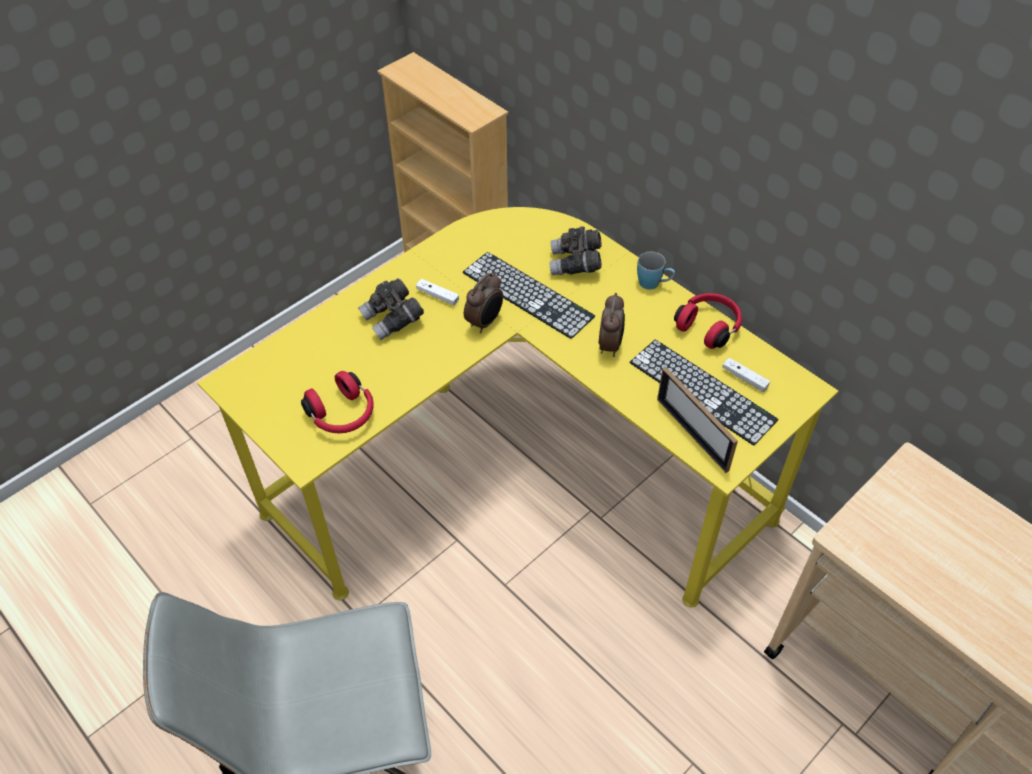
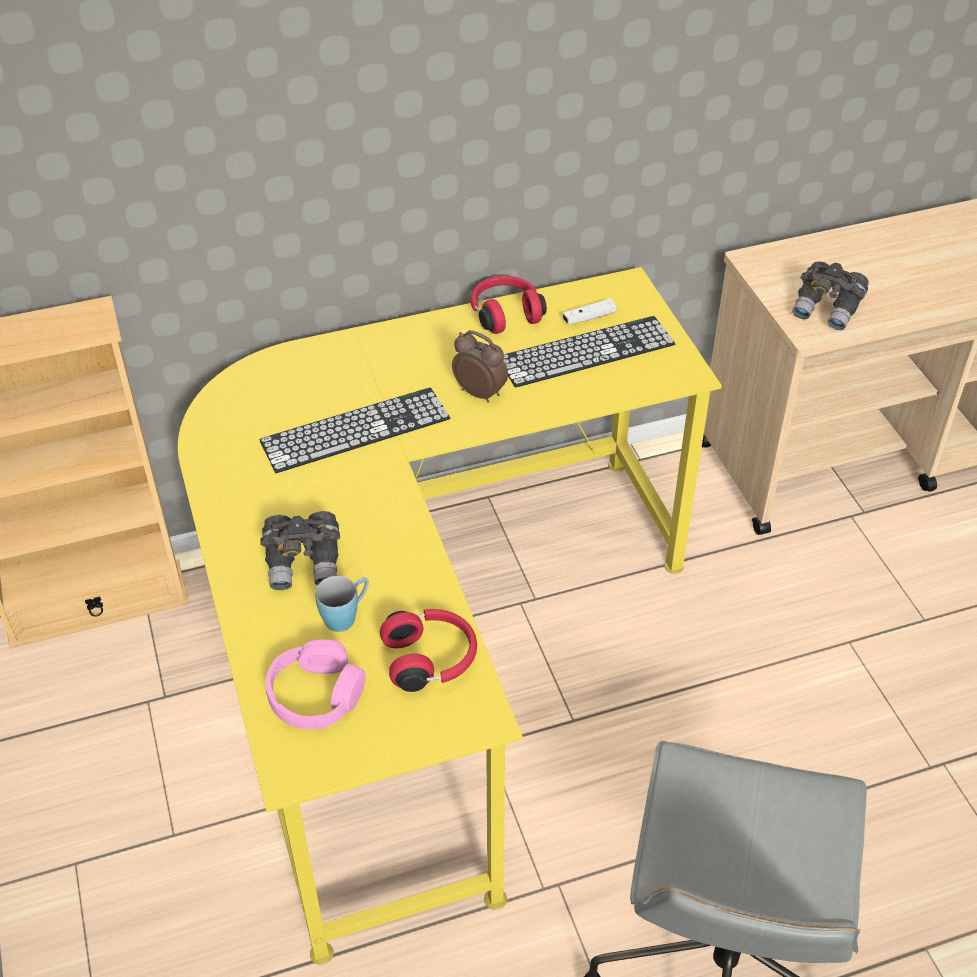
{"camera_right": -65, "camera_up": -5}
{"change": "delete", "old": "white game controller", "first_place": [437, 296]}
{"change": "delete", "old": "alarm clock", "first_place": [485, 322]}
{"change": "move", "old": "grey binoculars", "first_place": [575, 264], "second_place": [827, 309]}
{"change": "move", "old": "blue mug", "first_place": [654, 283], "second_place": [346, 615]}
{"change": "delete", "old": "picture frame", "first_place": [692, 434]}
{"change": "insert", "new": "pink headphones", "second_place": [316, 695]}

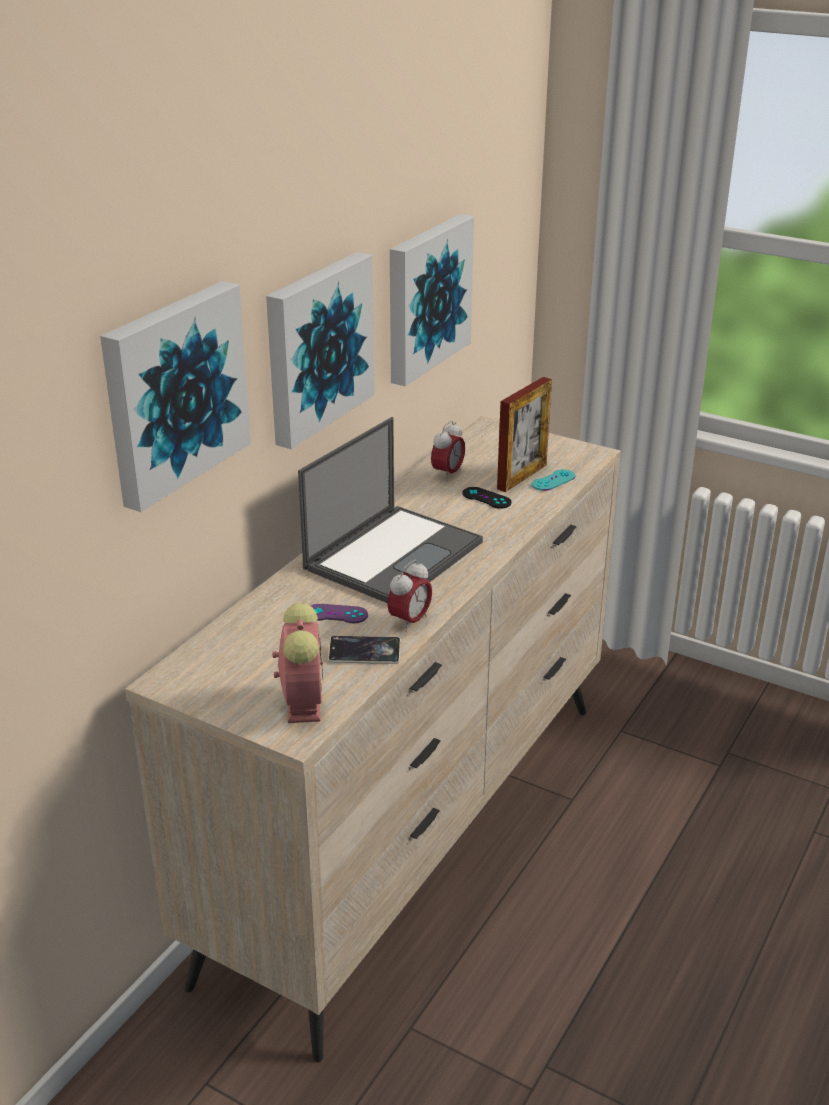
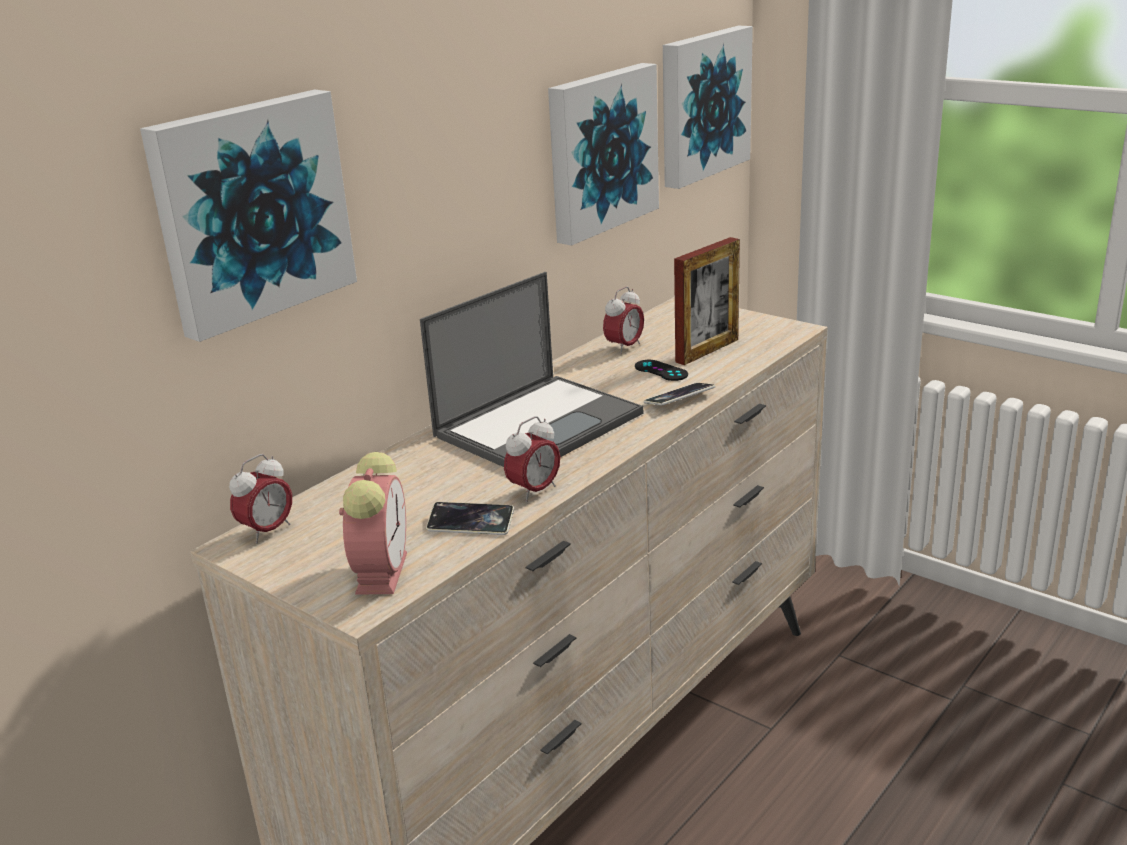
{"camera_right": 10, "camera_up": -5}
{"change": "move", "old": "picture", "first_place": [316, 347], "second_place": [701, 105]}
{"change": "delete", "old": "purple game controller", "first_place": [336, 614]}
{"change": "delete", "old": "turquoise game controller", "first_place": [553, 480]}
{"change": "insert", "new": "alarm clock", "second_place": [267, 531]}
{"change": "insert", "new": "phone", "second_place": [679, 398]}

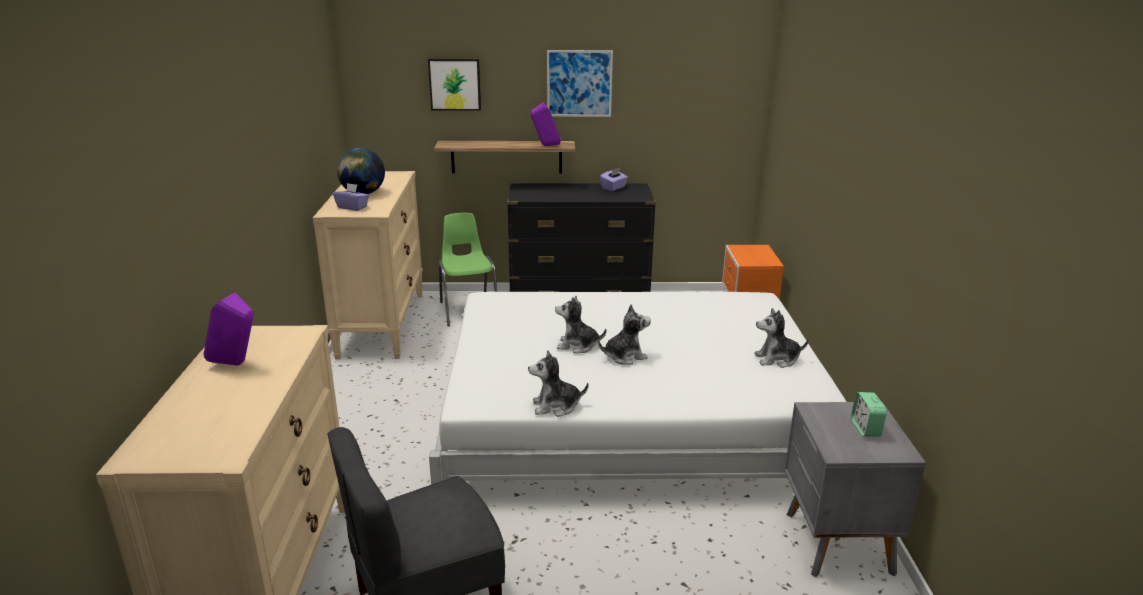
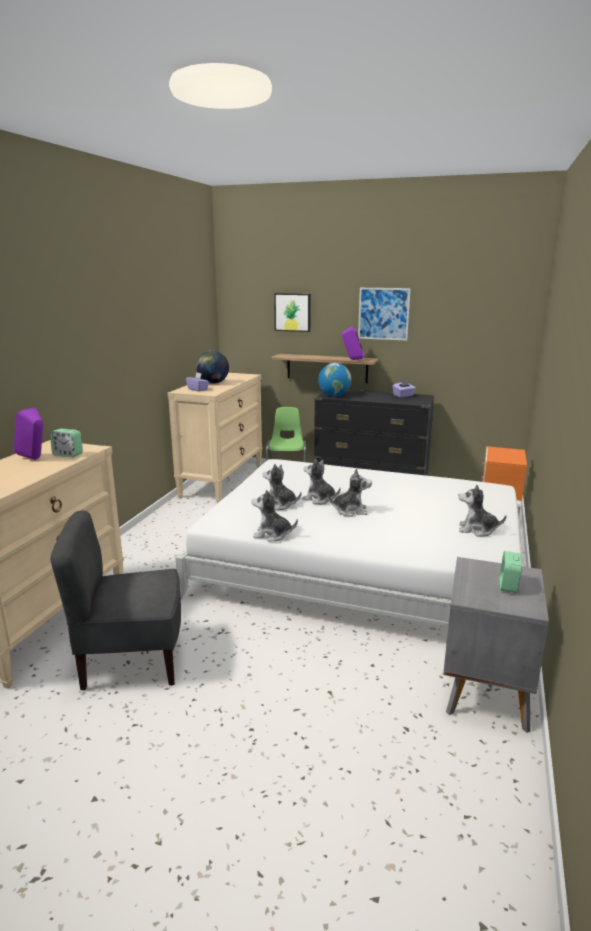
{"camera_right": 20, "camera_up": -5}
{"change": "insert", "new": "alarm clock", "second_place": [68, 454]}
{"change": "insert", "new": "plush toy", "second_place": [280, 505]}
{"change": "insert", "new": "globe", "second_place": [334, 396]}

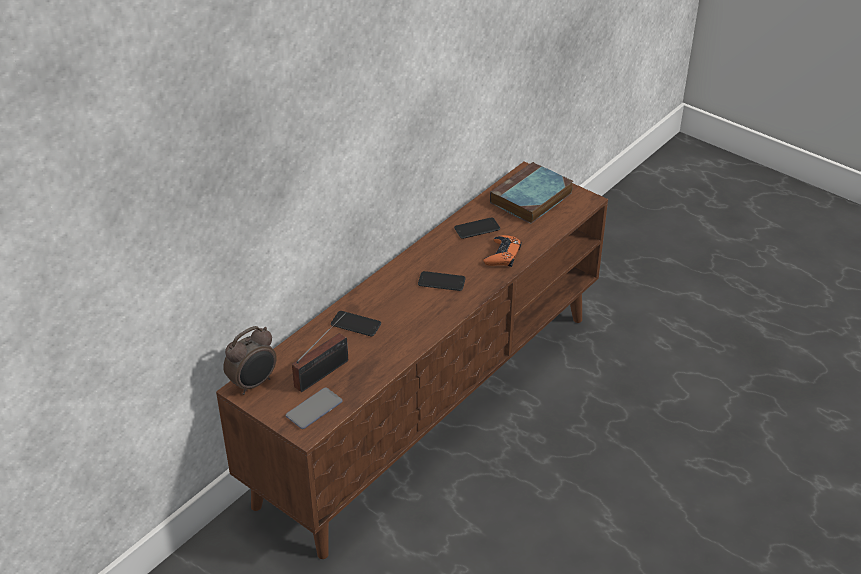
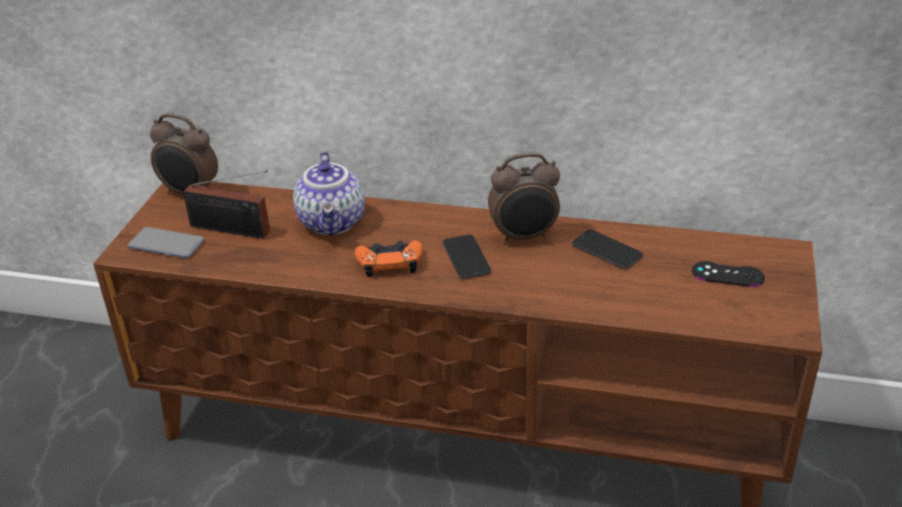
{"camera_right": 65, "camera_up": -5}
{"change": "replace", "old": "phone", "new": "teapot", "first_place": [356, 324], "second_place": [333, 223]}
{"change": "move", "old": "orange game controller", "first_place": [502, 255], "second_place": [389, 262]}
{"change": "replace", "old": "book", "new": "black game controller", "first_place": [530, 199], "second_place": [727, 274]}
{"change": "insert", "new": "alarm clock", "second_place": [524, 237]}

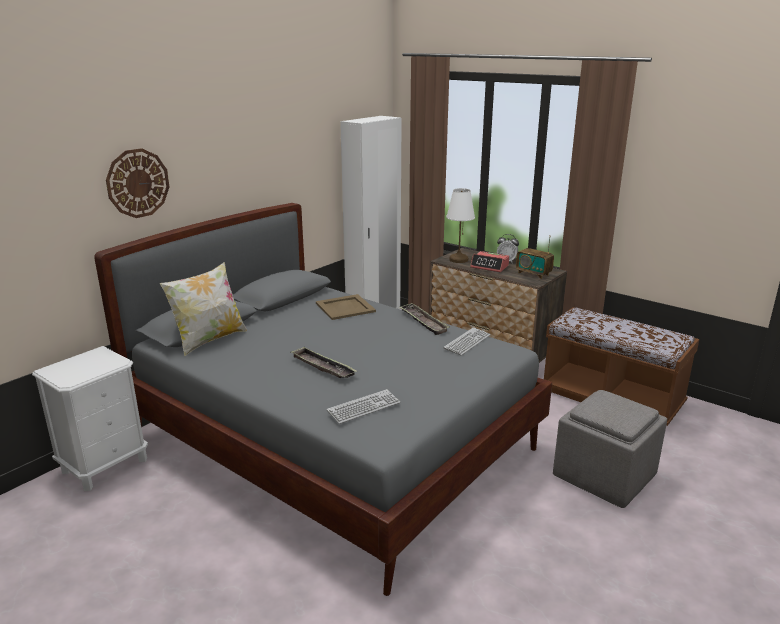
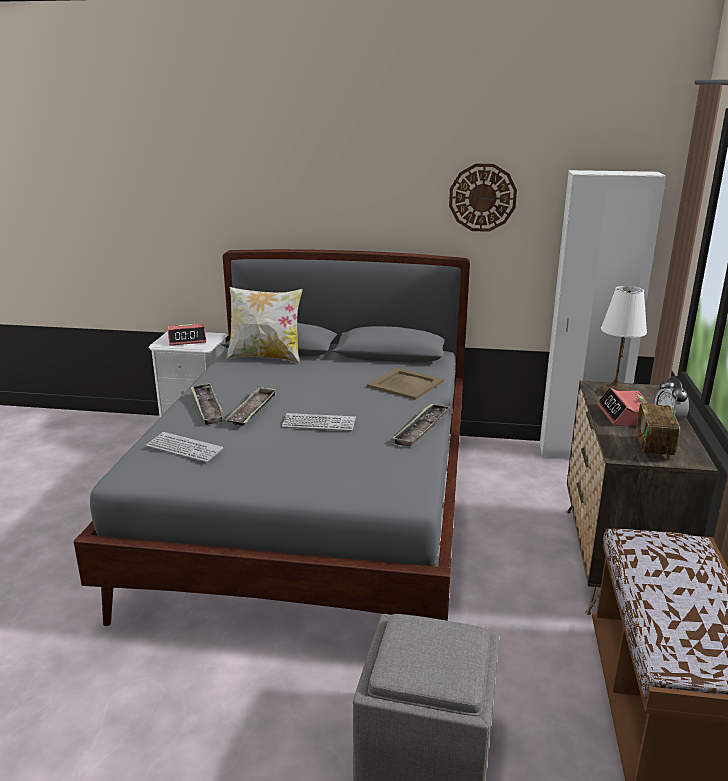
{"camera_right": 60, "camera_up": 0}
{"change": "move", "old": "wall clock", "first_place": [138, 183], "second_place": [482, 197]}
{"change": "move", "old": "keyboard", "first_place": [467, 342], "second_place": [319, 423]}
{"change": "insert", "new": "alarm clock", "second_place": [187, 340]}
{"change": "insert", "new": "tray", "second_place": [207, 407]}

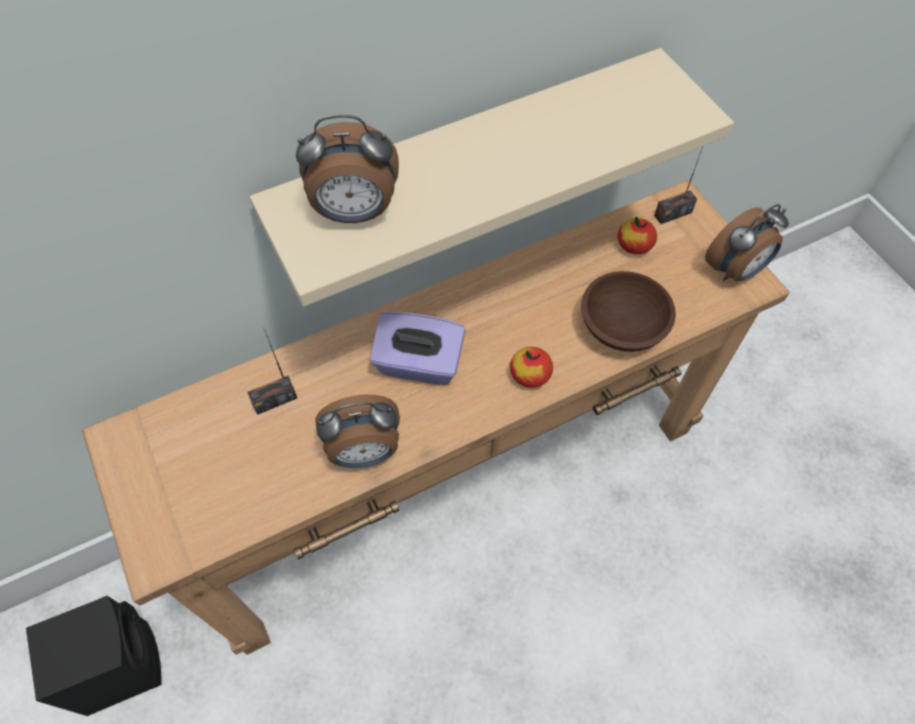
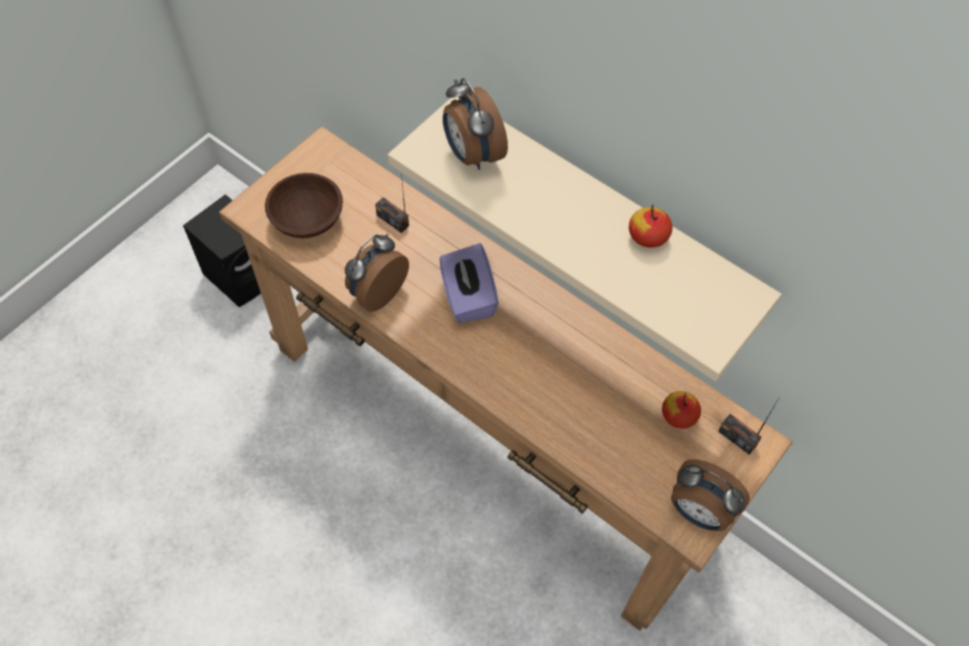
{"camera_right": 65, "camera_up": 0}
{"change": "rotate", "old": "alarm clock", "first_place": [364, 452], "second_place": [376, 292], "degrees": 75}
{"change": "move", "old": "apple", "first_place": [530, 375], "second_place": [648, 236]}
{"change": "move", "old": "brown bowl", "first_place": [621, 325], "second_place": [308, 218]}

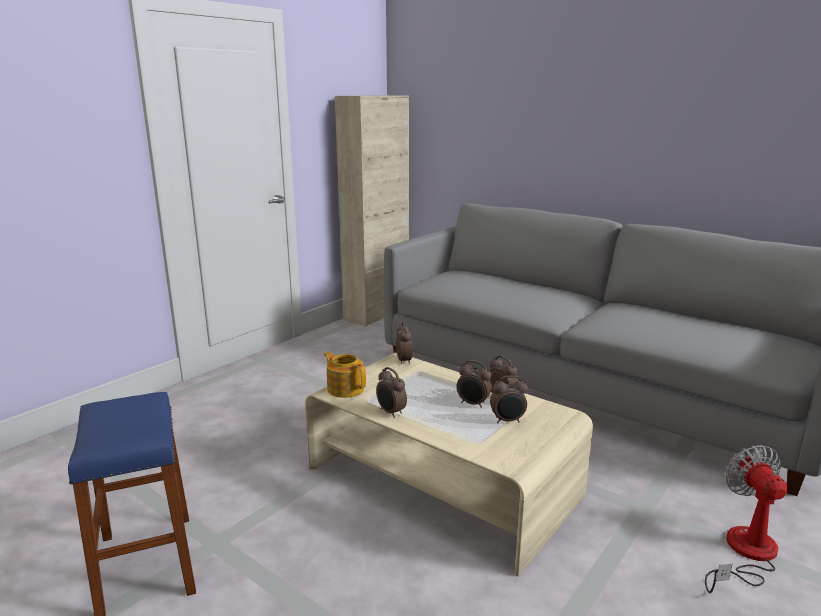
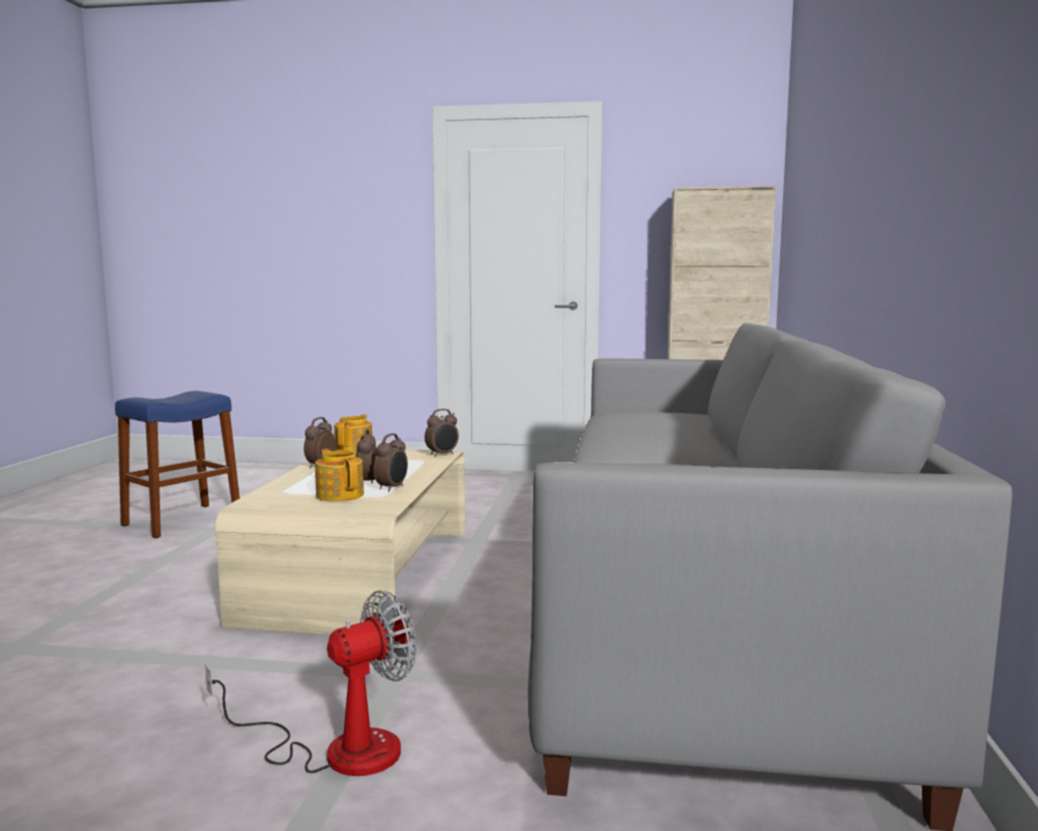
{"camera_right": 60, "camera_up": -10}
{"change": "replace", "old": "alarm clock", "new": "teapot", "first_place": [508, 421], "second_place": [340, 495]}

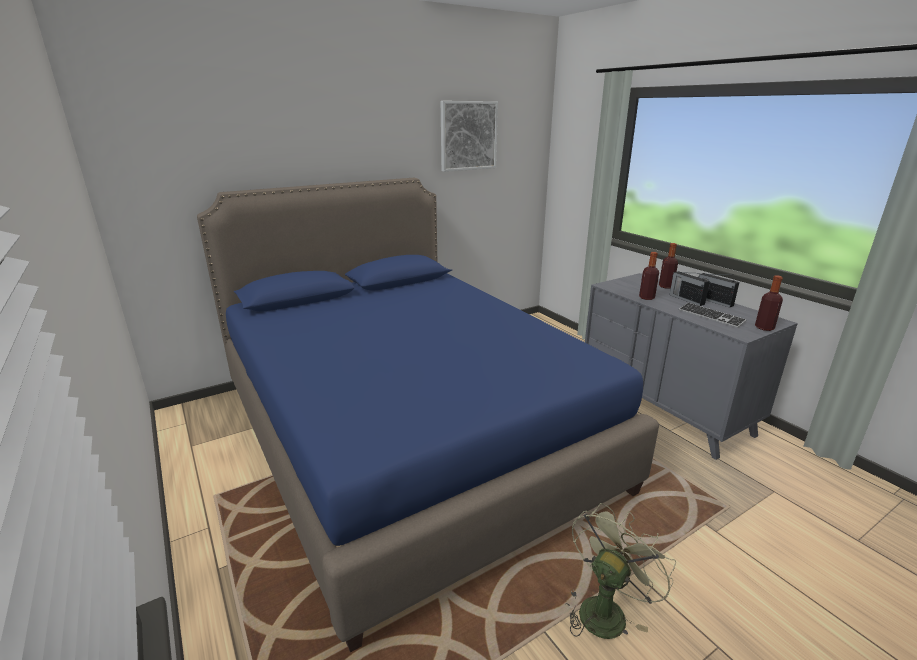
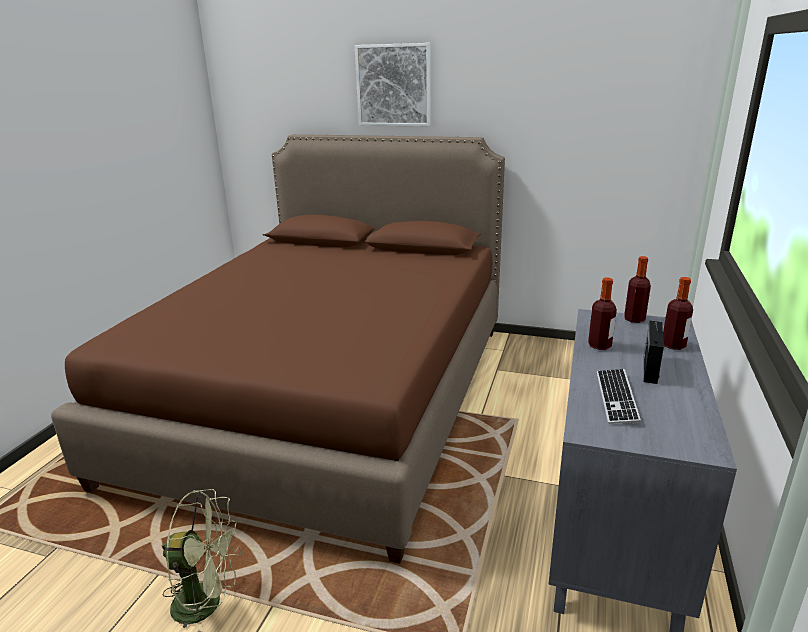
{"camera_right": 50, "camera_up": 0}
{"change": "recolor", "old": "blue bed", "new": "brown bed", "first_place": [407, 435], "second_place": [330, 396]}
{"change": "move", "old": "picture", "first_place": [468, 136], "second_place": [394, 85]}
{"change": "delete", "old": "radio", "first_place": [713, 301]}
{"change": "move", "old": "bottle", "first_place": [764, 328], "second_place": [634, 319]}

